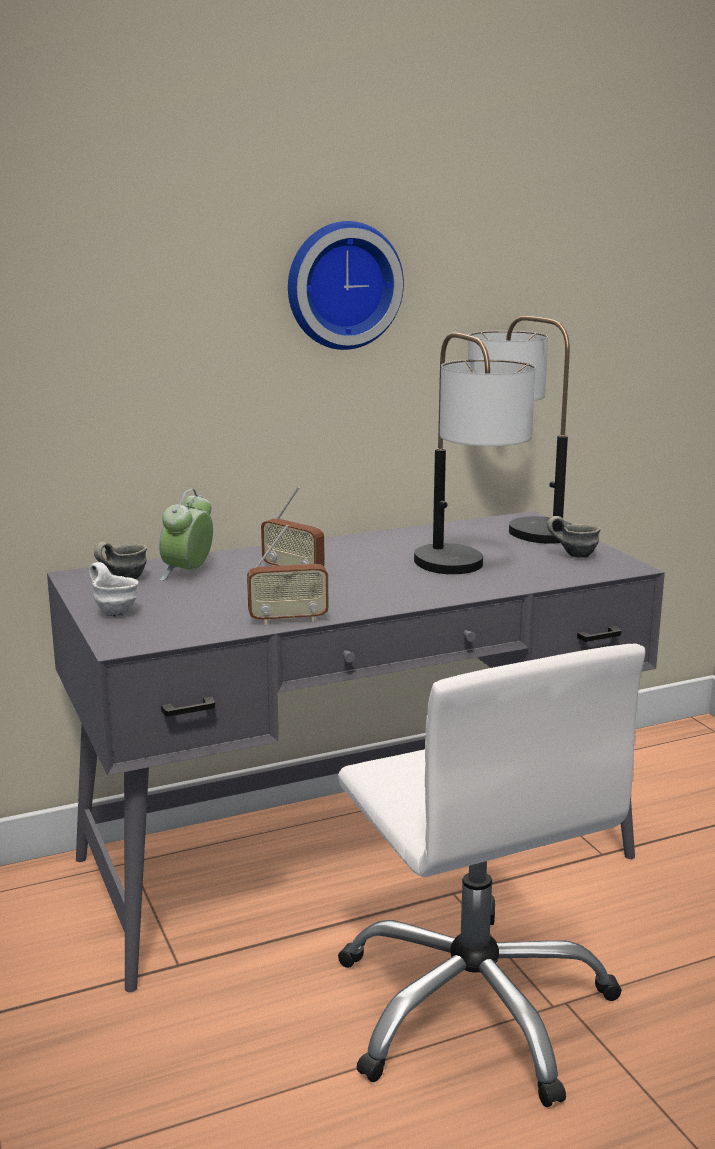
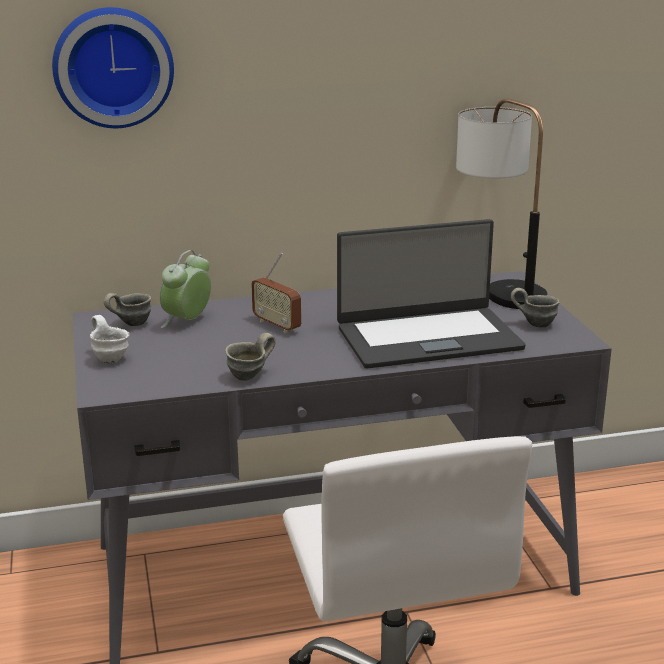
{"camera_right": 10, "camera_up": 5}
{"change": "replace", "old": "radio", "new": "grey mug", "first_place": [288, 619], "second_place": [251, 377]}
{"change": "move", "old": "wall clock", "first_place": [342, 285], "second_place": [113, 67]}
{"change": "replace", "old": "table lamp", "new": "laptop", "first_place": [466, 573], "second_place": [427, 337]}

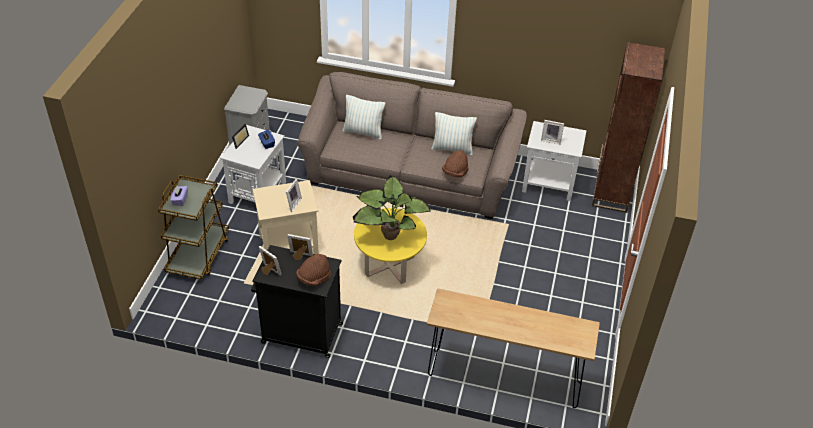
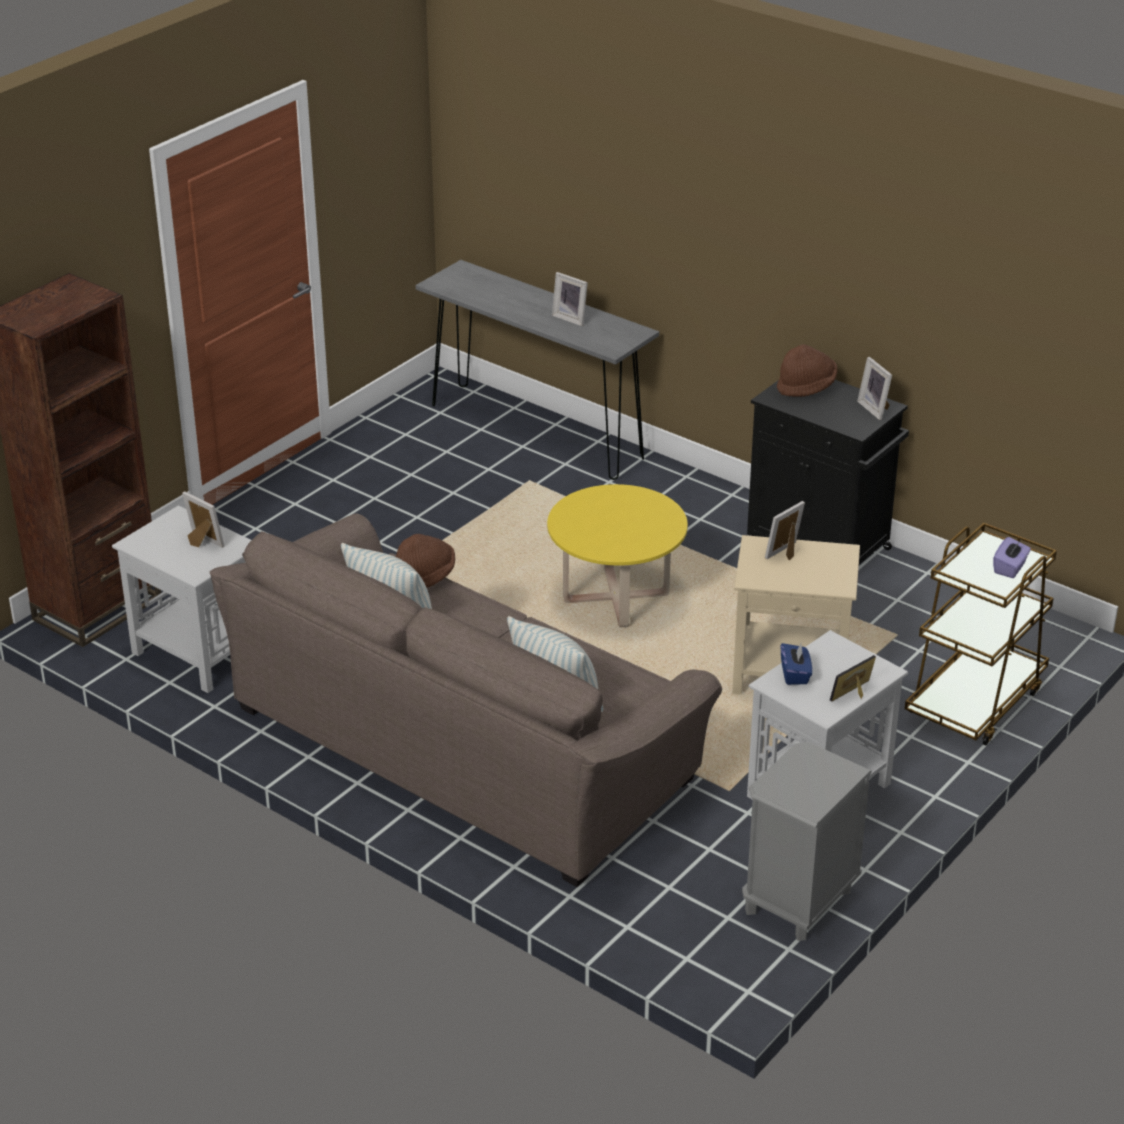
{"camera_right": -155, "camera_up": -10}
{"change": "move", "old": "picture frame", "first_place": [300, 256], "second_place": [571, 318]}
{"change": "delete", "old": "potted plant", "first_place": [390, 233]}
{"change": "recolor", "old": "brown console table", "new": "grey console table", "first_place": [504, 379], "second_place": [536, 431]}

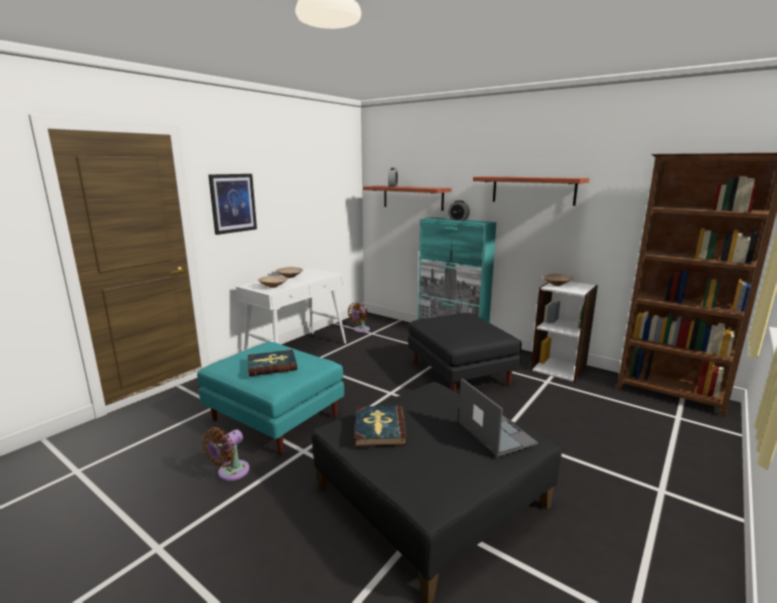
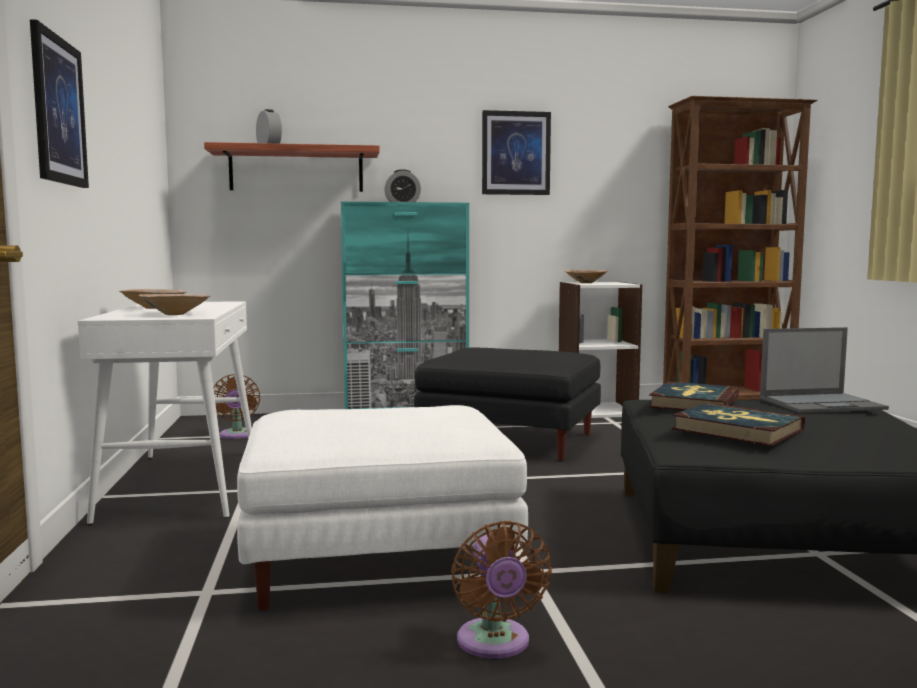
{"camera_right": -45, "camera_up": -10}
{"change": "recolor", "old": "turquoise ottoman", "new": "white ottoman", "first_place": [273, 418], "second_place": [376, 562]}
{"change": "move", "old": "book", "first_place": [272, 365], "second_place": [693, 402]}
{"change": "rotate", "old": "laptop", "first_place": [495, 432], "second_place": [822, 404], "degrees": 150}
{"change": "replace", "old": "shelf", "new": "picture", "first_place": [533, 190], "second_place": [516, 153]}

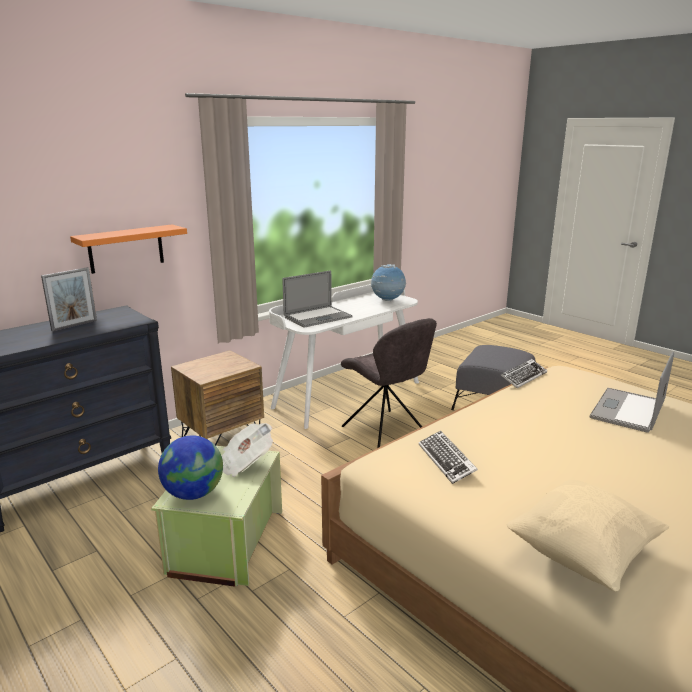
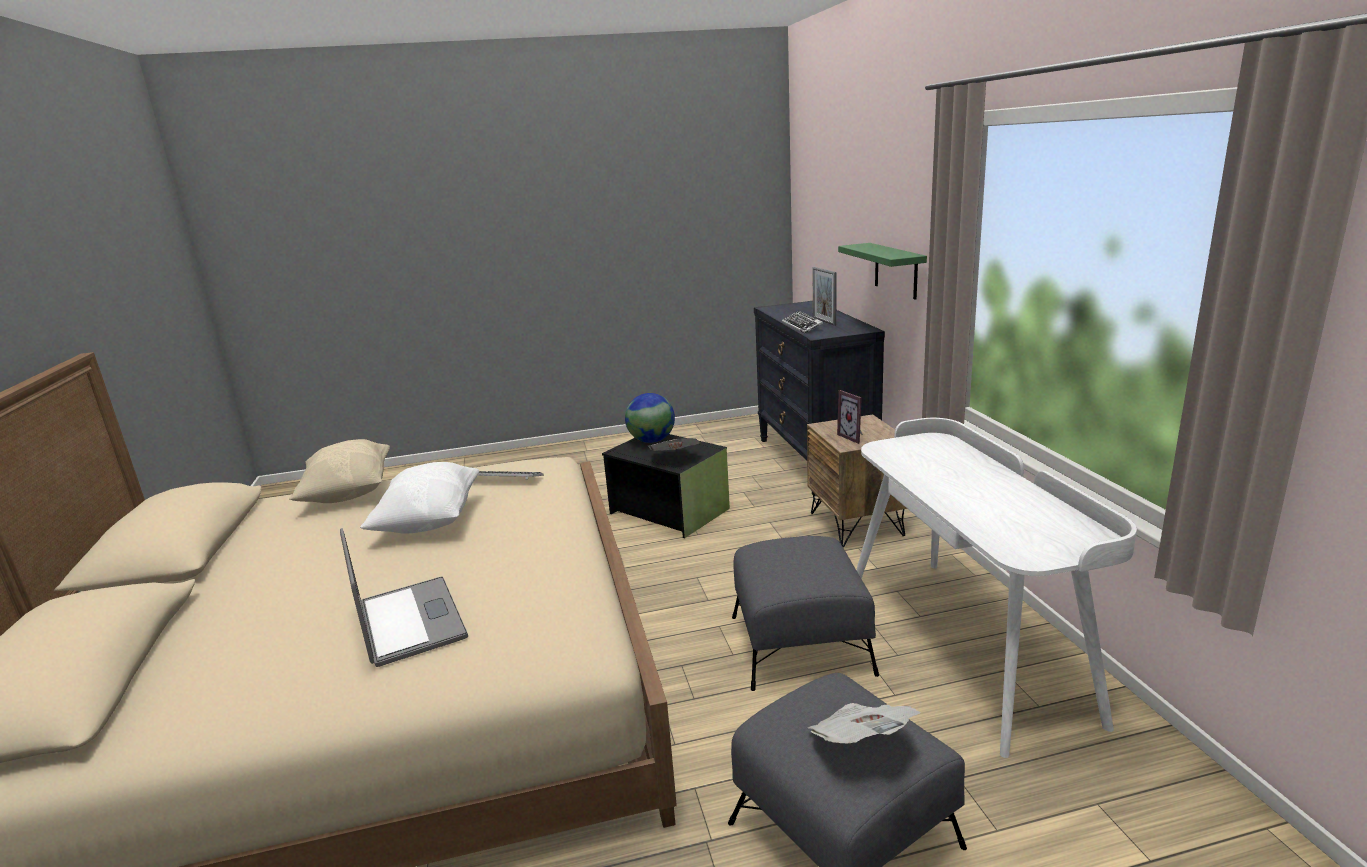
{"camera_right": 120, "camera_up": 0}
{"change": "recolor", "old": "orange shelf", "new": "green shelf", "first_place": [126, 249], "second_place": [896, 270]}
{"change": "recolor", "old": "green storage box", "new": "black storage box", "first_place": [224, 541], "second_place": [669, 510]}
{"change": "delete", "old": "laptop", "first_place": [318, 317]}
{"change": "replace", "old": "grey chair", "new": "grey ottoman", "first_place": [386, 432], "second_place": [801, 643]}
{"change": "delete", "old": "globe", "first_place": [387, 301]}
{"change": "move", "old": "keyboard", "first_place": [523, 377], "second_place": [802, 326]}
{"change": "insert", "new": "white pillow", "second_place": [429, 521]}
{"change": "insert", "new": "newspaper", "second_place": [861, 743]}
{"change": "insert", "new": "picture frame", "second_place": [854, 437]}

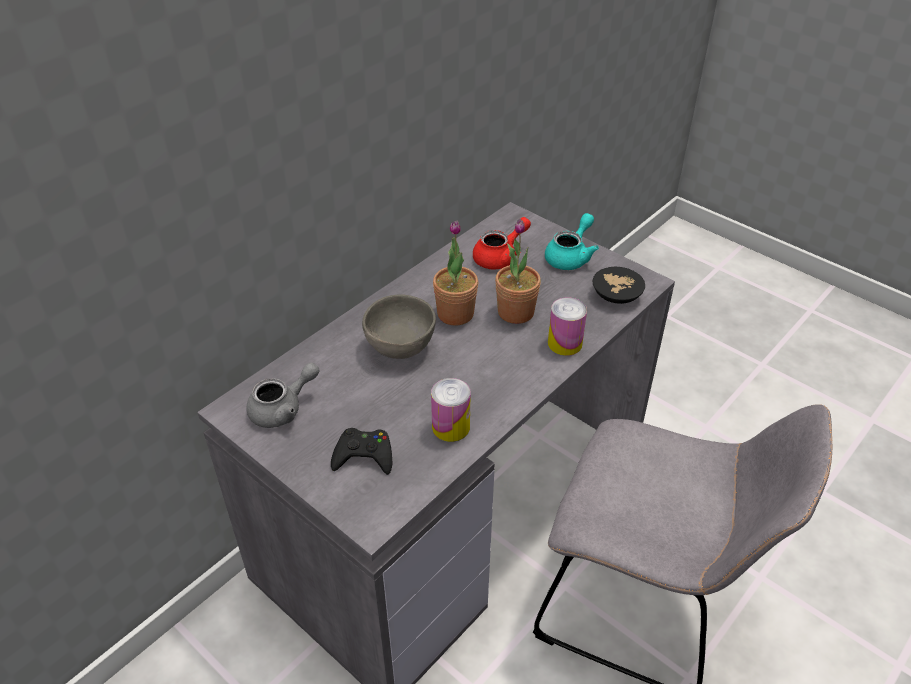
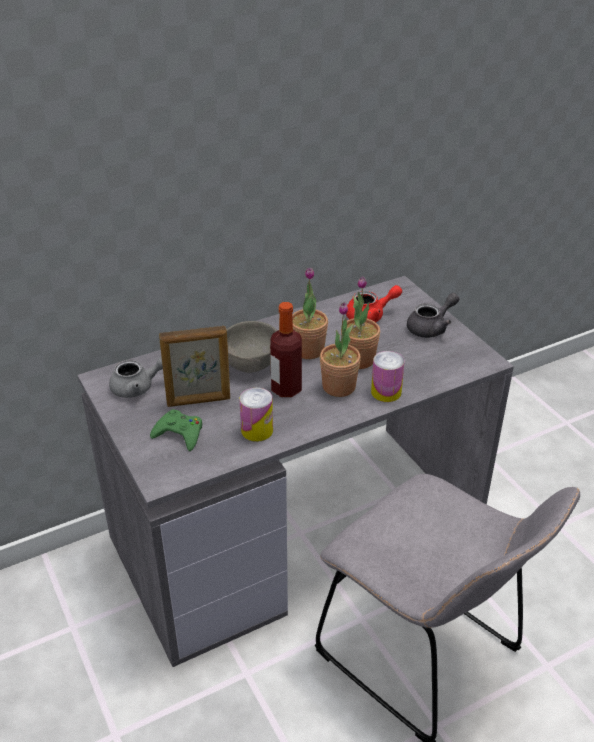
{"camera_right": 20, "camera_up": -5}
{"change": "recolor", "old": "black game controller", "new": "green game controller", "first_place": [364, 456], "second_place": [179, 434]}
{"change": "recolor", "old": "turquoise teapot", "new": "grey teapot", "first_place": [570, 256], "second_place": [431, 327]}
{"change": "delete", "old": "black bowl", "first_place": [615, 294]}
{"change": "insert", "new": "picture frame", "second_place": [199, 401]}
{"change": "insert", "new": "bottle", "second_place": [286, 389]}
{"change": "insert", "new": "potted plant", "second_place": [339, 387]}

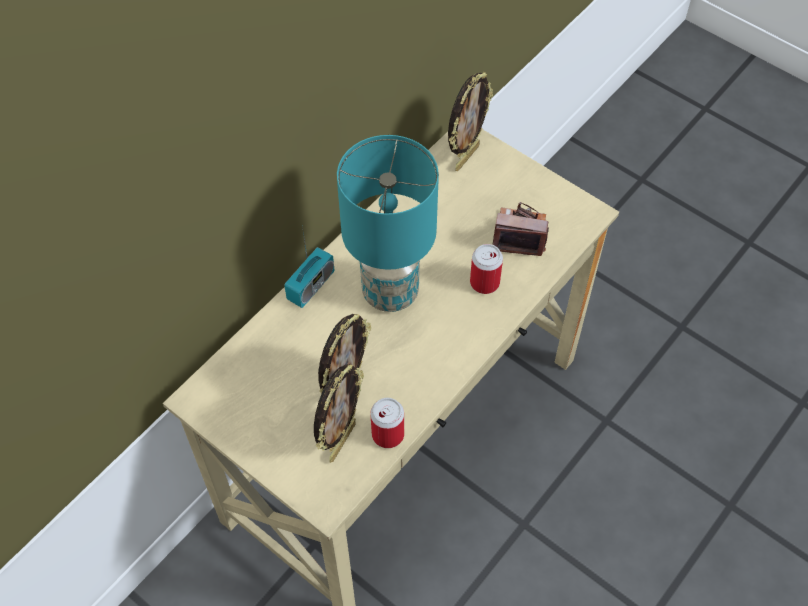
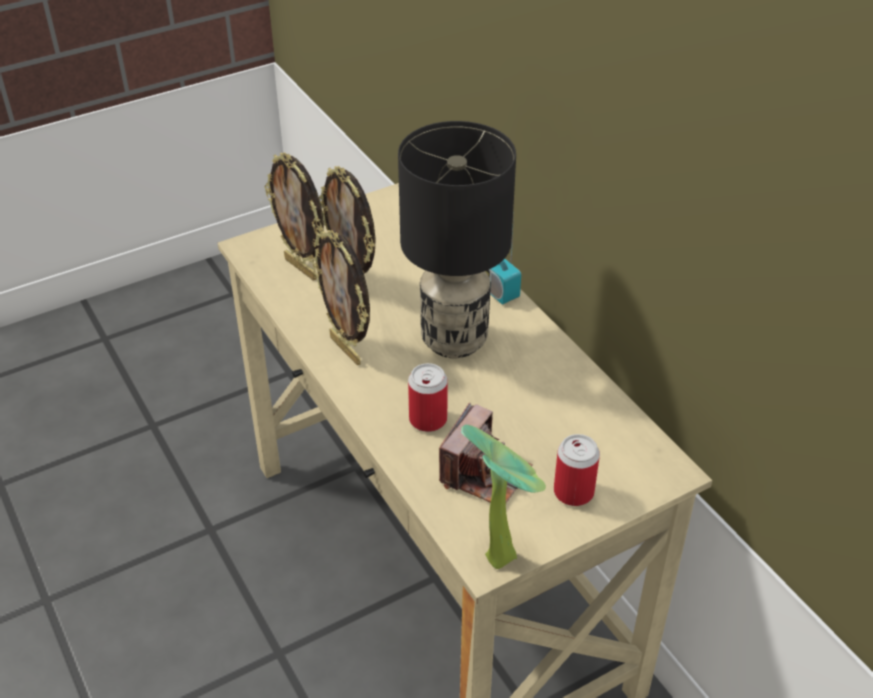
{"camera_right": 110, "camera_up": -15}
{"change": "recolor", "old": "turquoise table lamp", "new": "black table lamp", "first_place": [389, 293], "second_place": [454, 339]}
{"change": "move", "old": "can", "first_place": [388, 434], "second_place": [573, 492]}
{"change": "move", "old": "picture frame", "first_place": [466, 157], "second_place": [347, 349]}
{"change": "insert", "new": "potted plant", "second_place": [501, 553]}

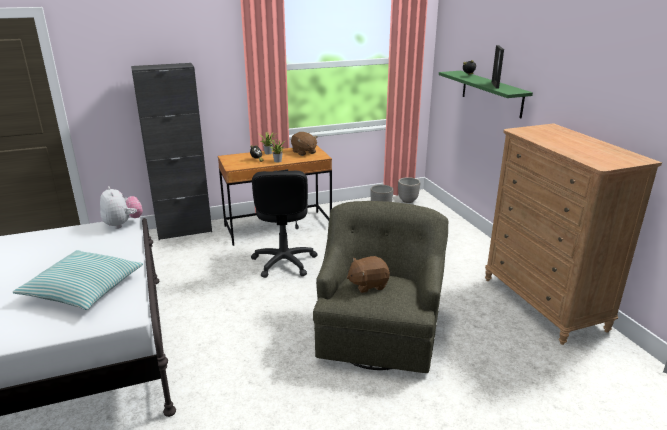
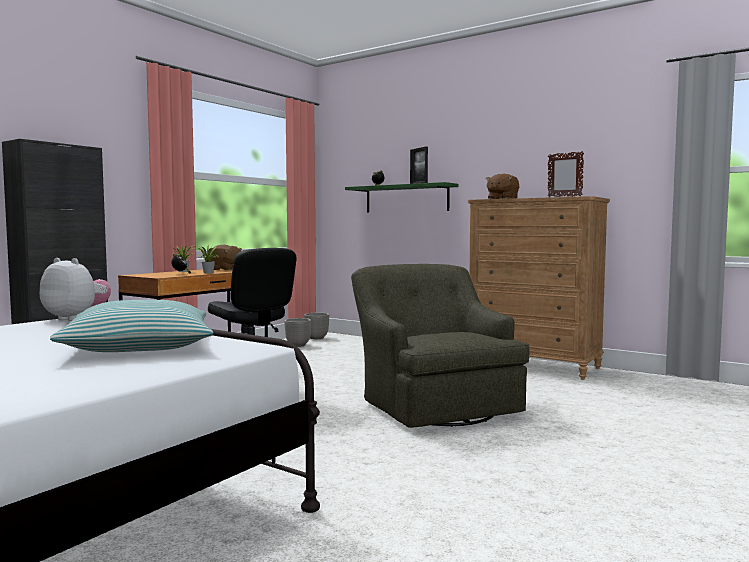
{"camera_right": -35, "camera_up": -20}
{"change": "move", "old": "brown plush toy", "first_place": [368, 285], "second_place": [502, 199]}
{"change": "insert", "new": "picture frame", "second_place": [564, 196]}

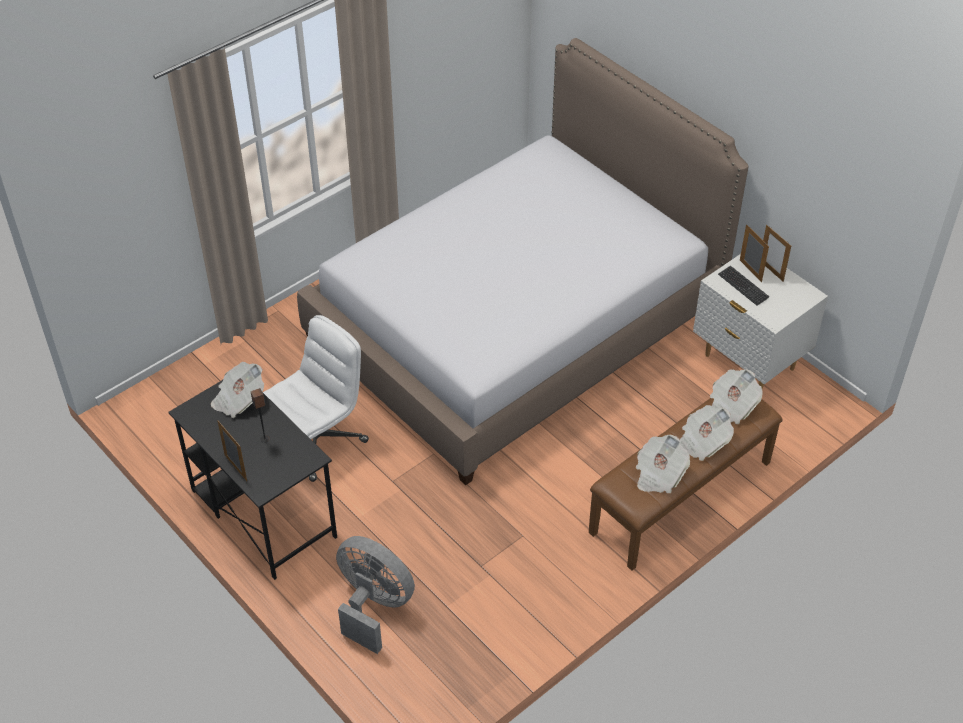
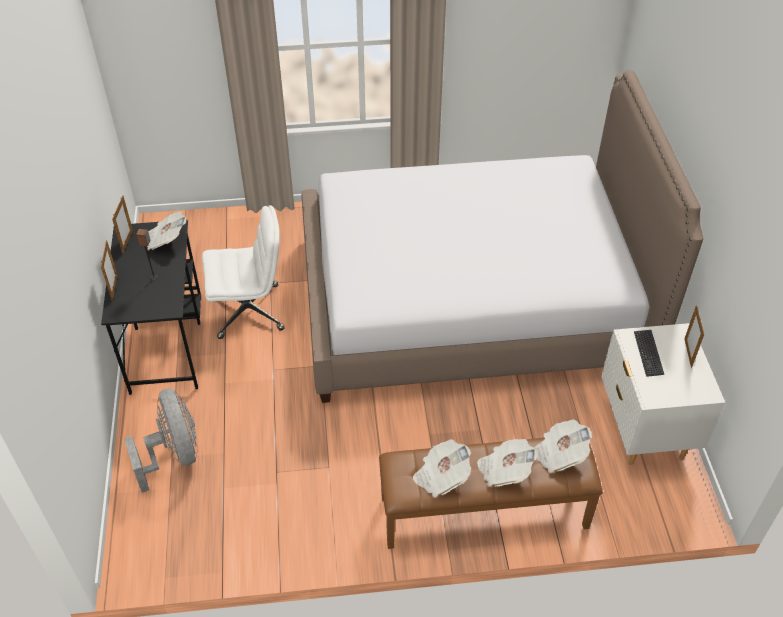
{"camera_right": 35, "camera_up": 0}
{"change": "move", "old": "picture frame", "first_place": [750, 271], "second_place": [127, 241]}

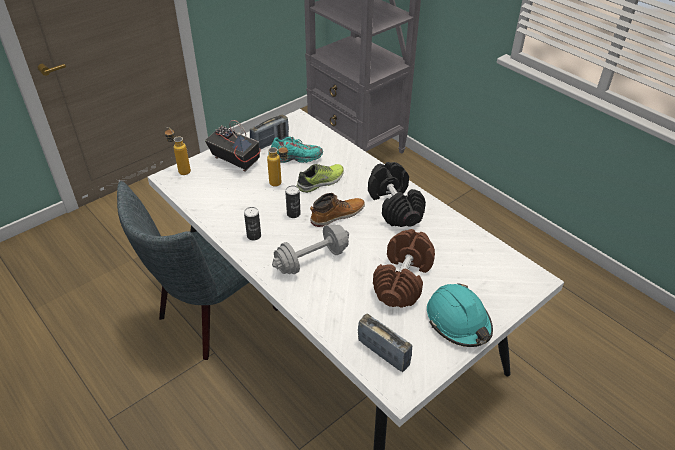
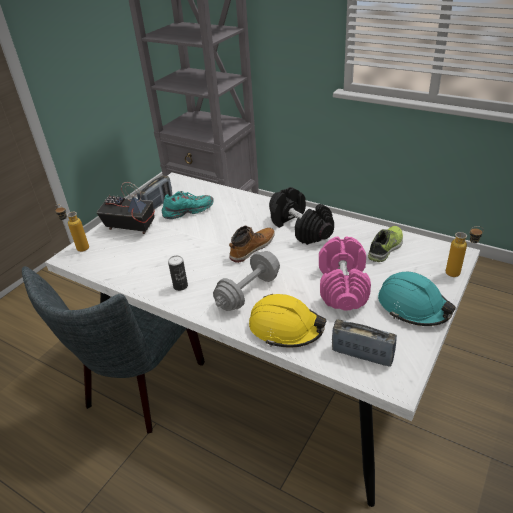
{"camera_right": -15, "camera_up": -5}
{"change": "move", "old": "bottle", "first_place": [280, 184], "second_place": [458, 273]}
{"change": "delete", "old": "can", "first_place": [293, 214]}
{"change": "move", "old": "shoe", "first_place": [321, 182], "second_place": [386, 248]}
{"change": "recolor", "old": "brown dumbbell", "new": "pink dumbbell", "first_place": [402, 279], "second_place": [342, 285]}
{"change": "insert", "new": "yellow hard hat", "second_place": [286, 328]}

